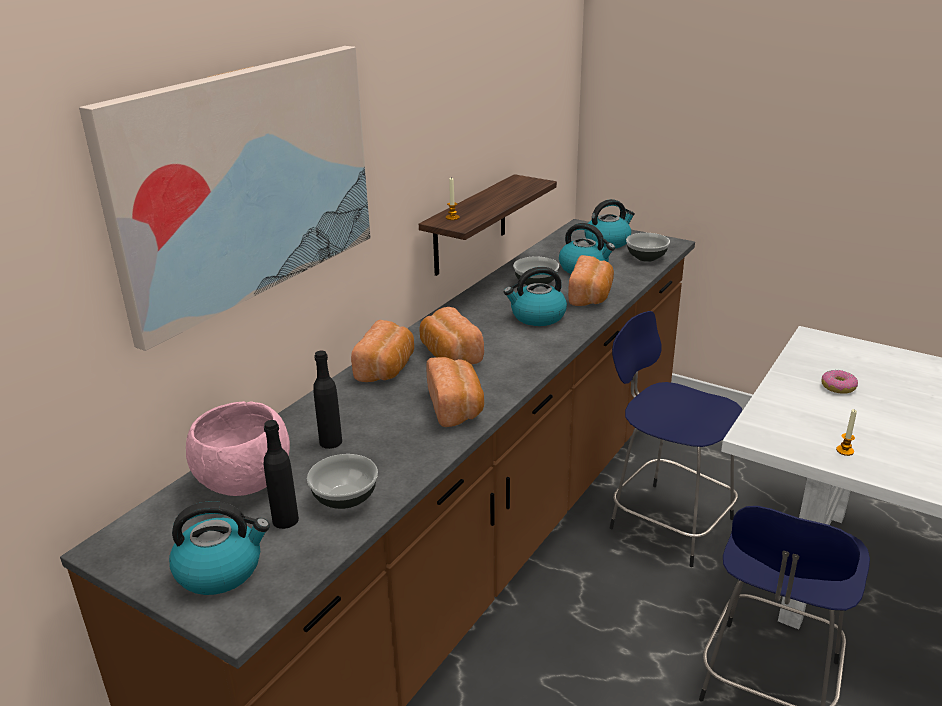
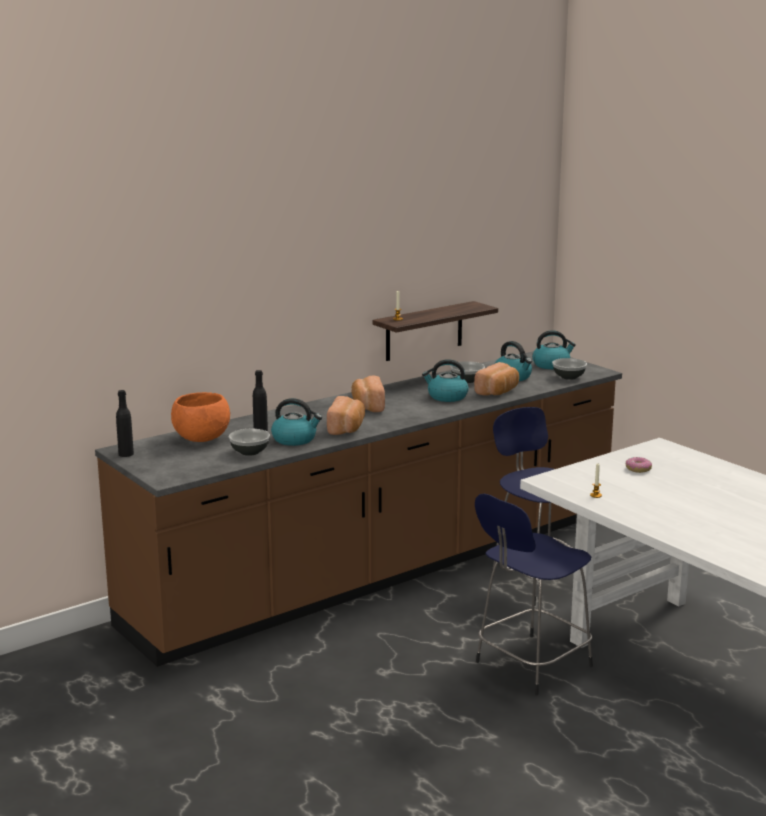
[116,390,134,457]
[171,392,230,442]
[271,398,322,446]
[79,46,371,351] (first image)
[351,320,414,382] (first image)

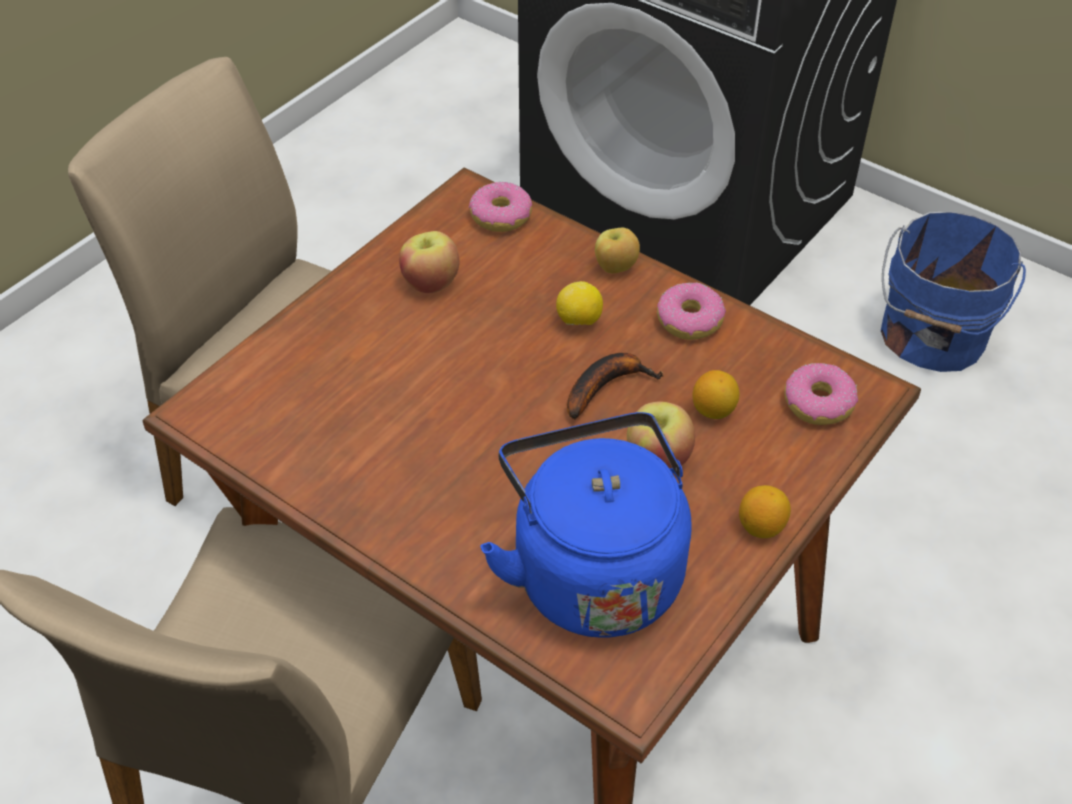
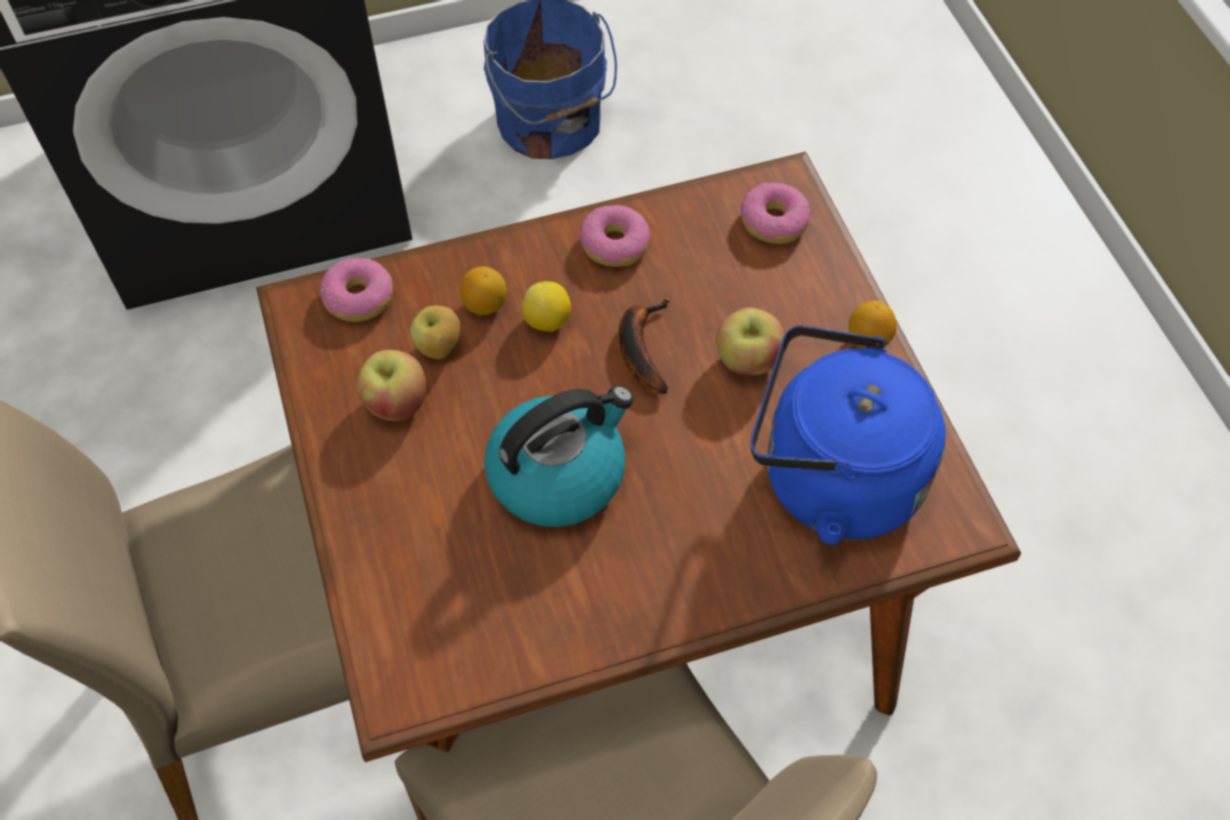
[410,306,461,359]
[460,266,507,315]
[484,385,634,527]

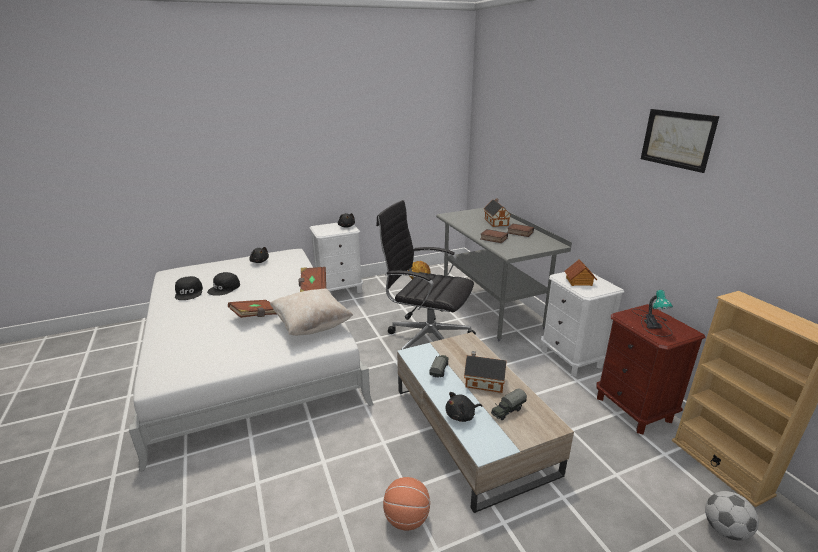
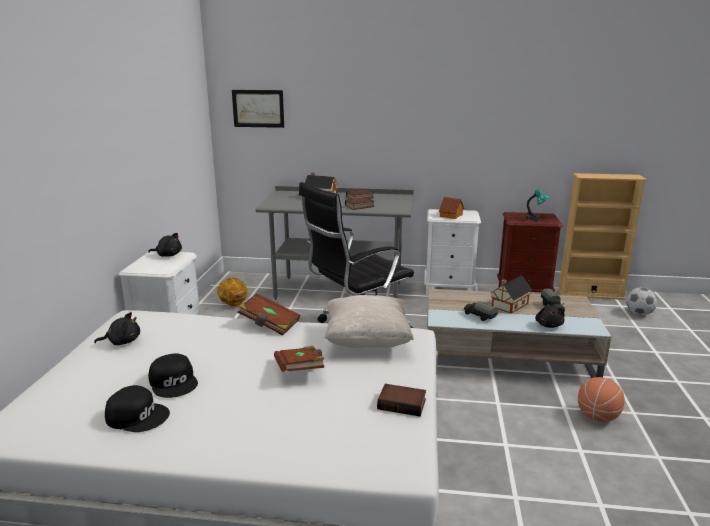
[232,90,284,128]
[377,384,426,417]

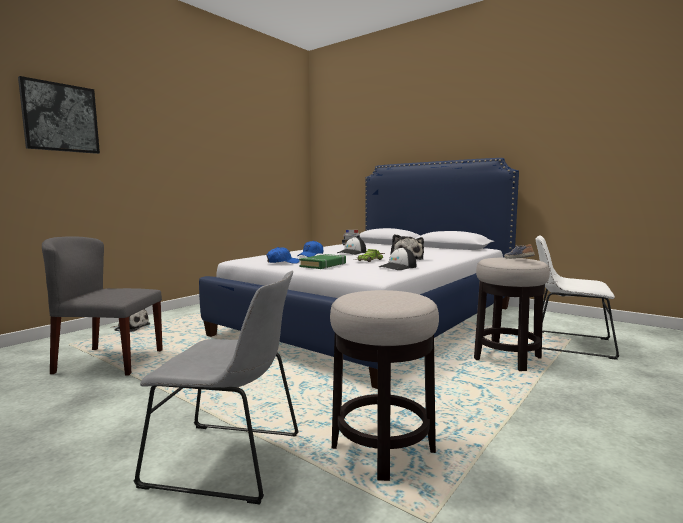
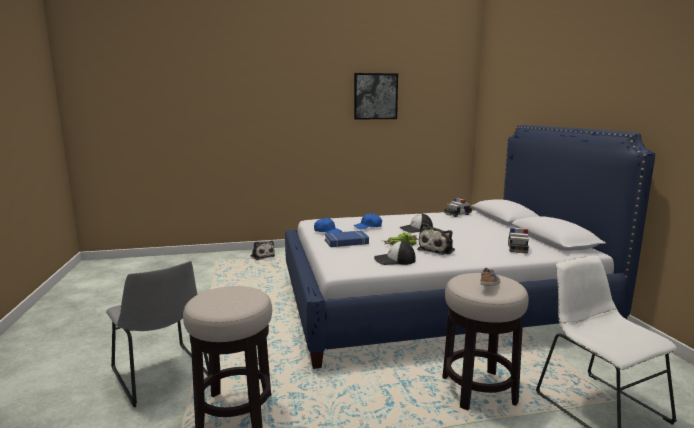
[325,231,369,247]
[354,73,398,120]
[508,228,529,253]
[42,236,163,376] (first image)

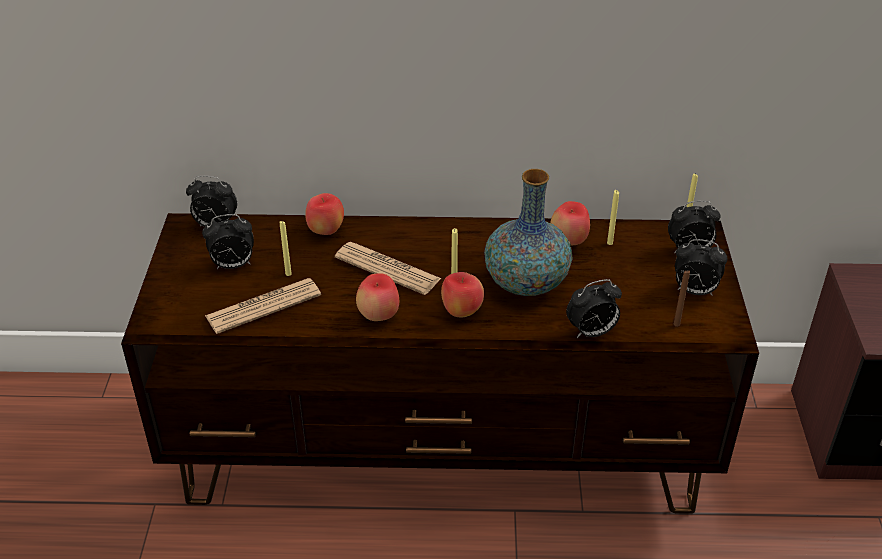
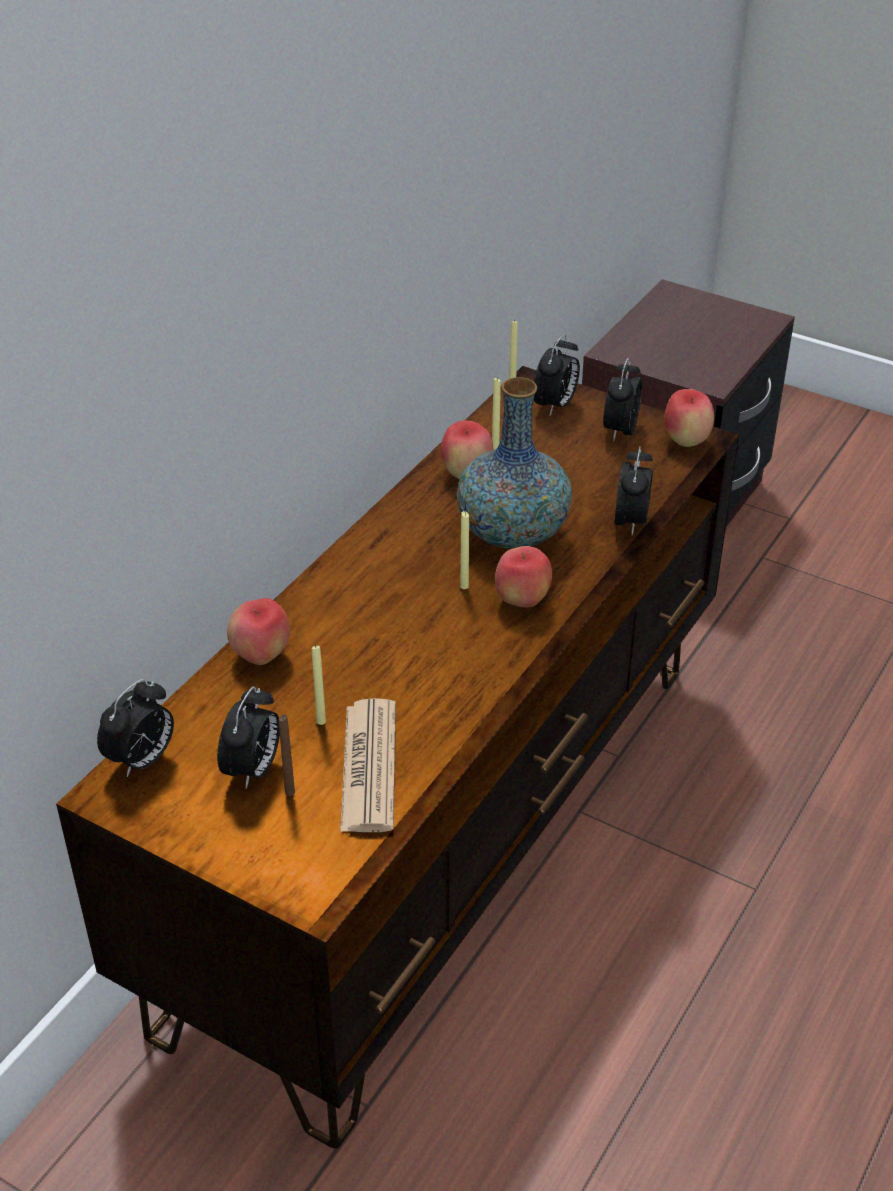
[279,714,295,796]
[603,358,643,442]
[664,389,714,447]
[335,242,442,295] (first image)

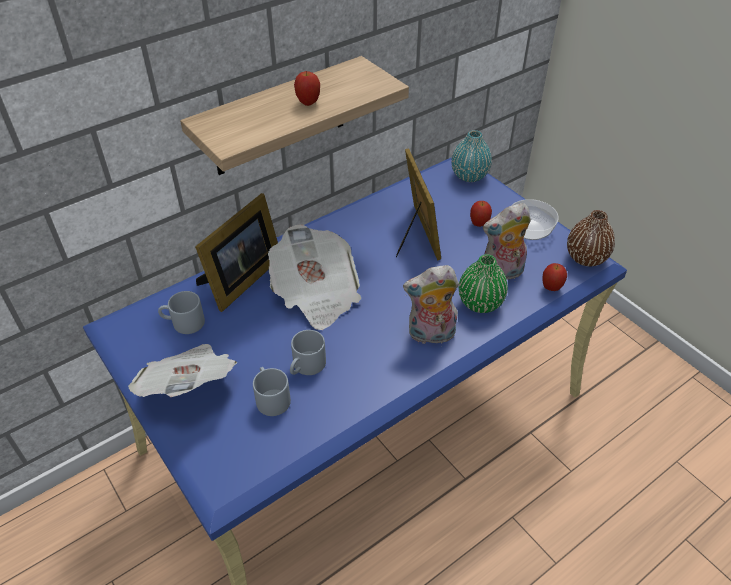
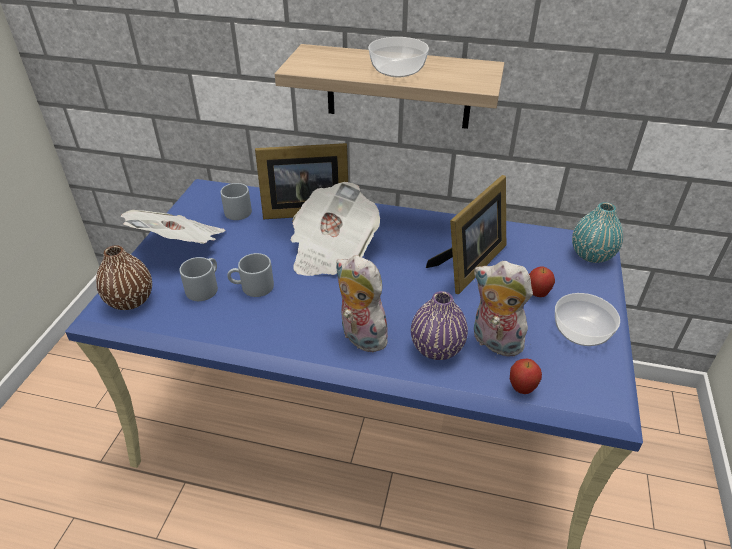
[96,245,152,310]
[368,37,429,78]
[411,291,468,360]

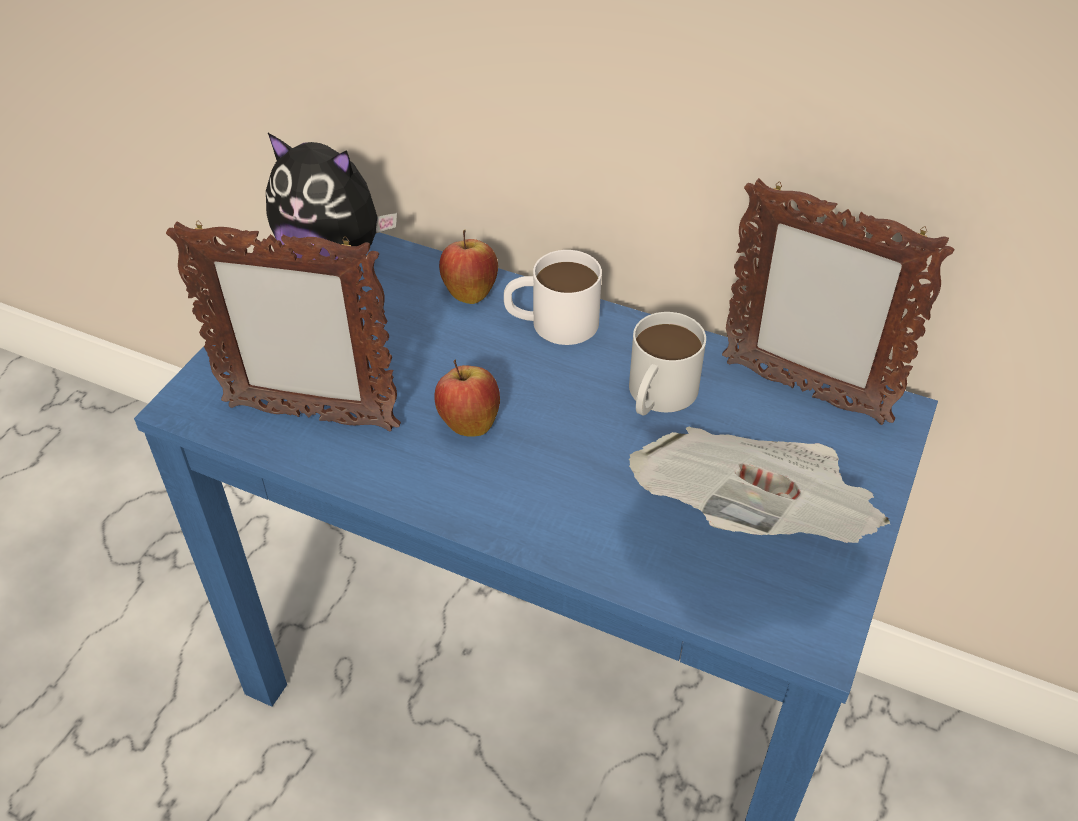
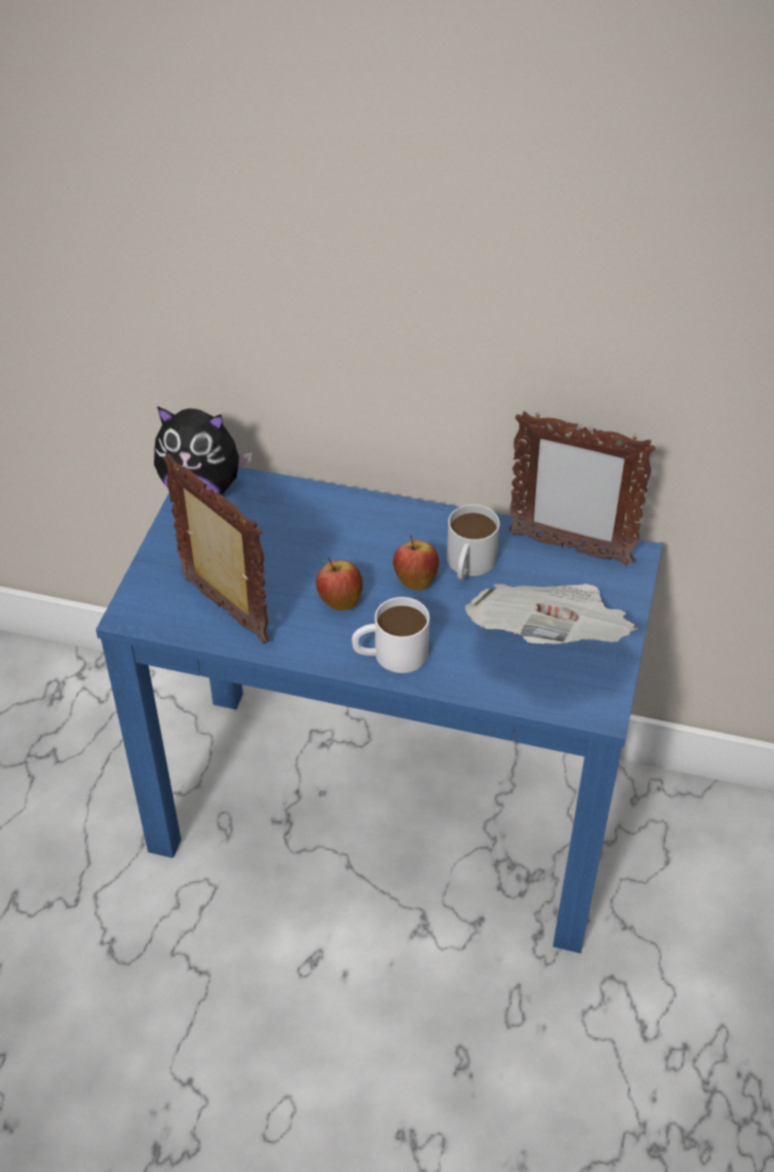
[163,453,270,644]
[352,597,429,673]
[393,535,439,591]

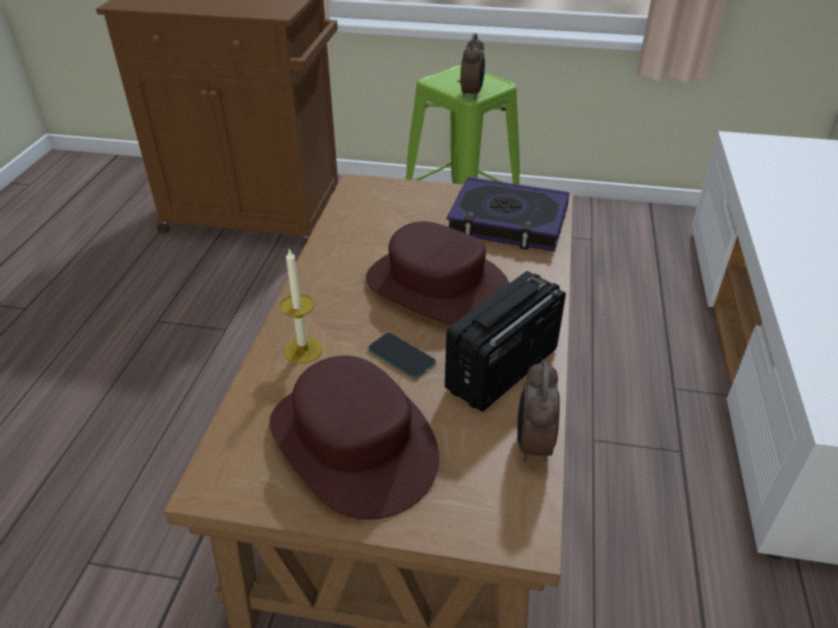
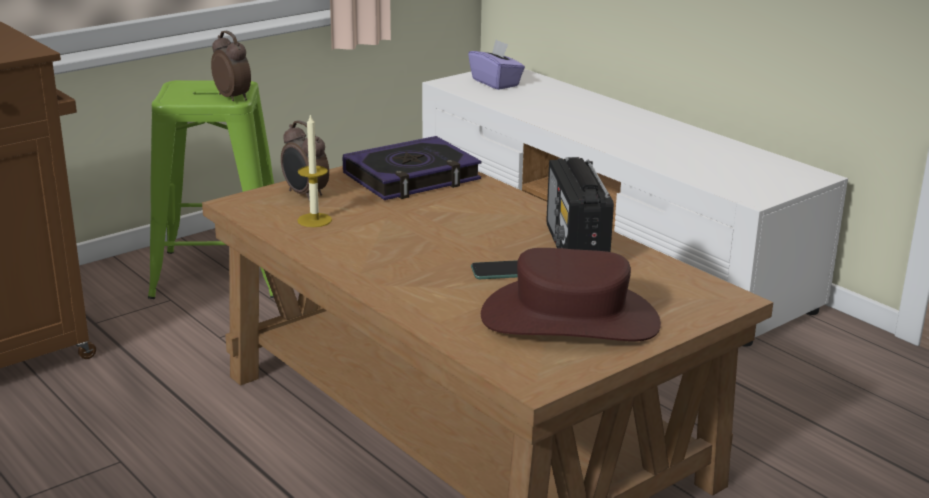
[281,121,329,201]
[297,113,332,227]
[468,39,525,90]
[366,221,509,325] (first image)

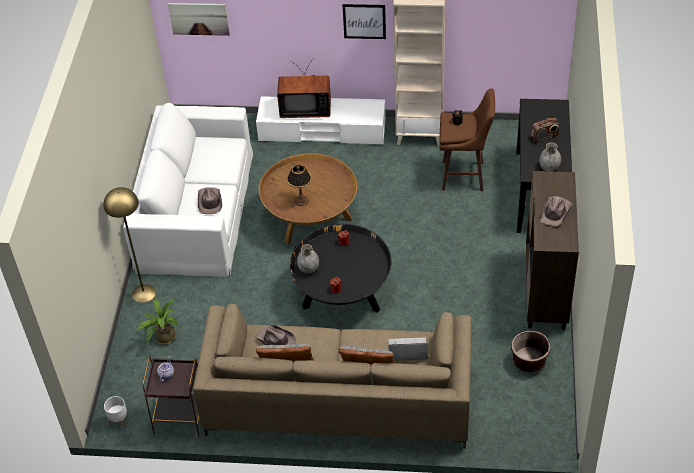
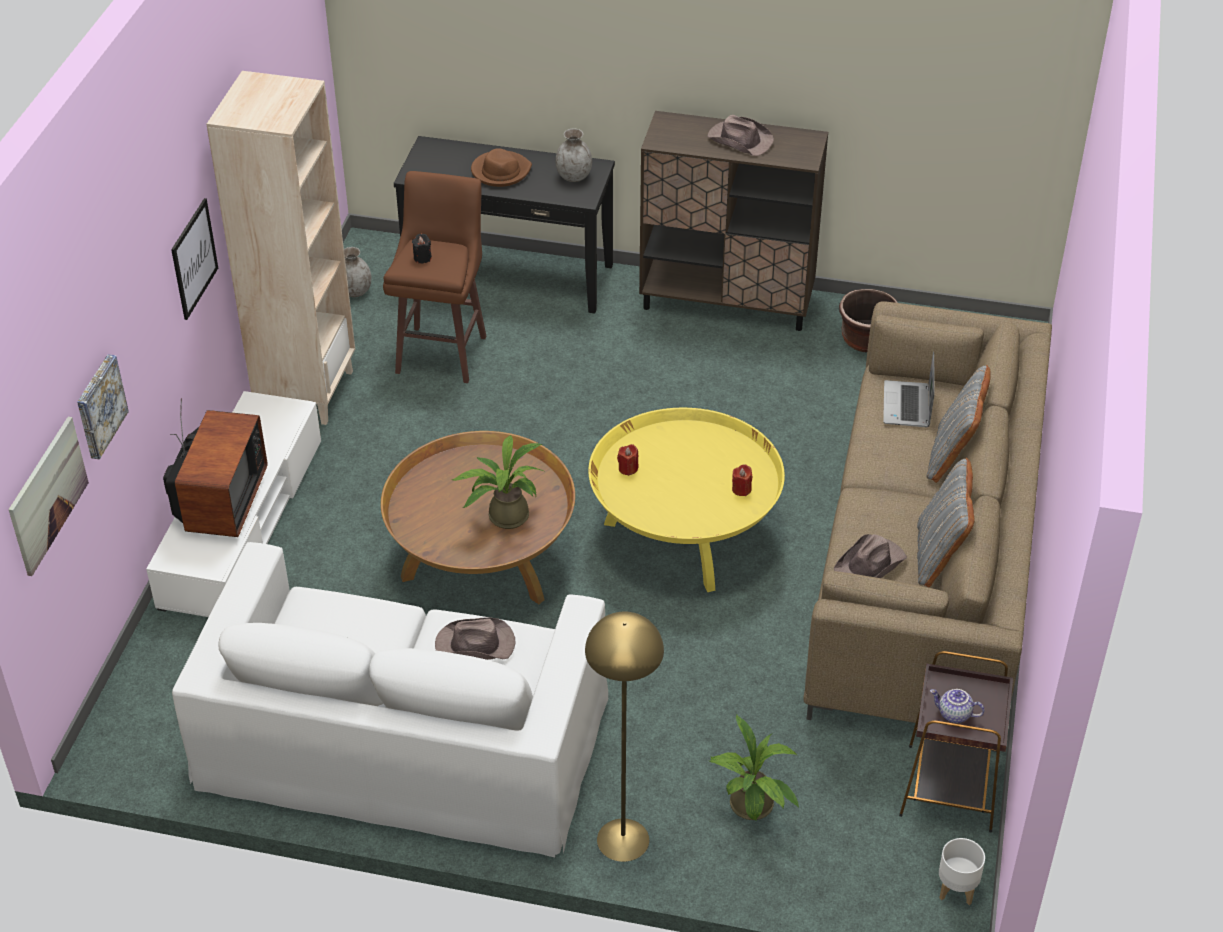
[77,354,129,460]
[344,247,371,297]
[452,435,546,529]
[471,148,532,187]
[588,408,785,592]

